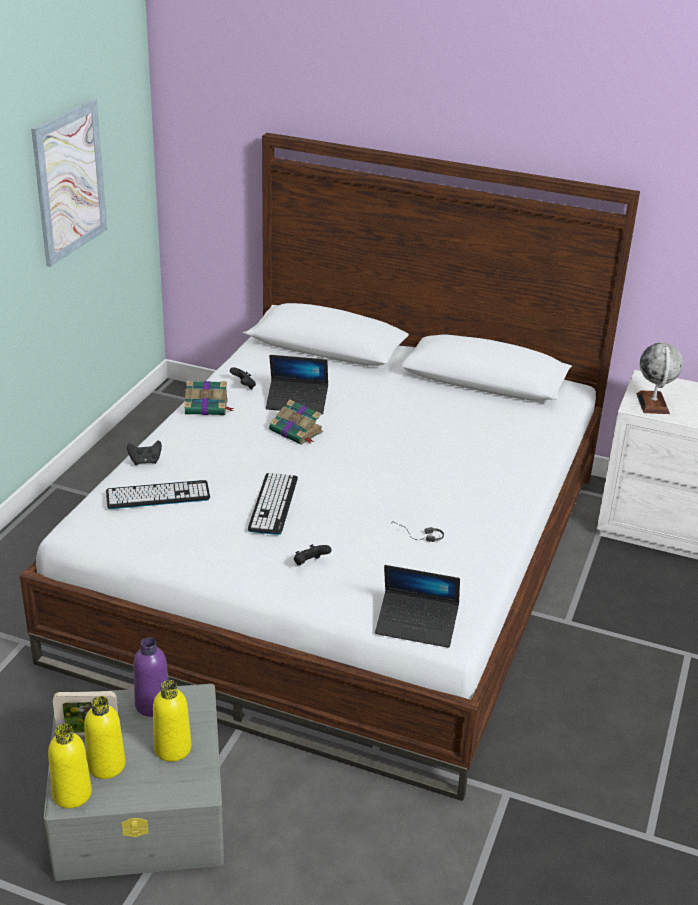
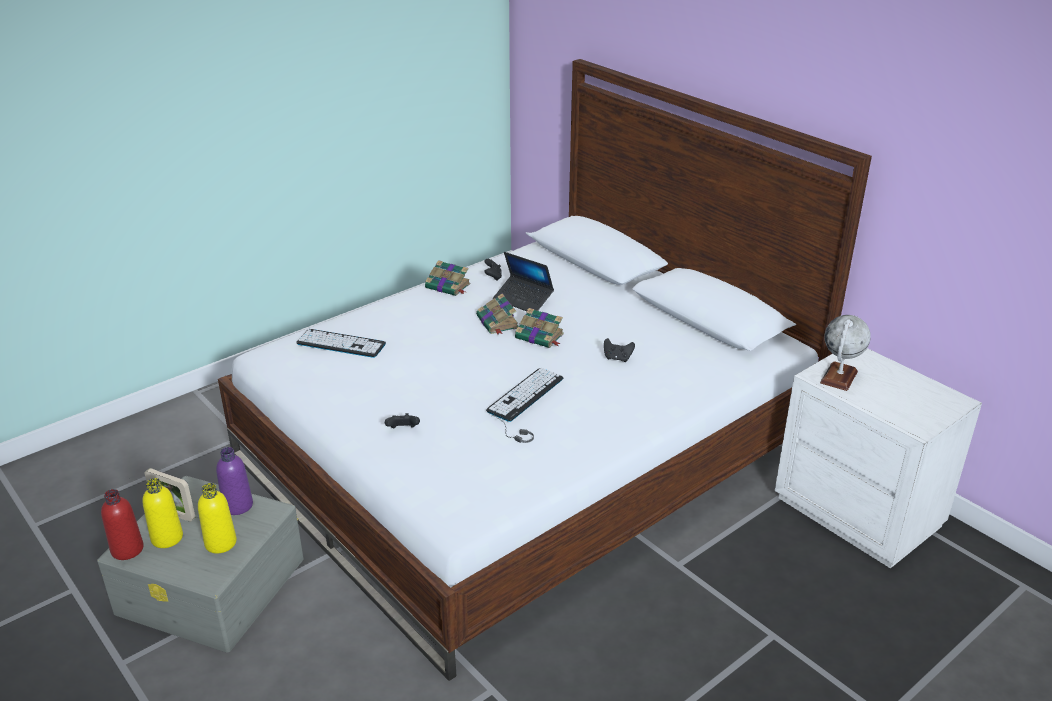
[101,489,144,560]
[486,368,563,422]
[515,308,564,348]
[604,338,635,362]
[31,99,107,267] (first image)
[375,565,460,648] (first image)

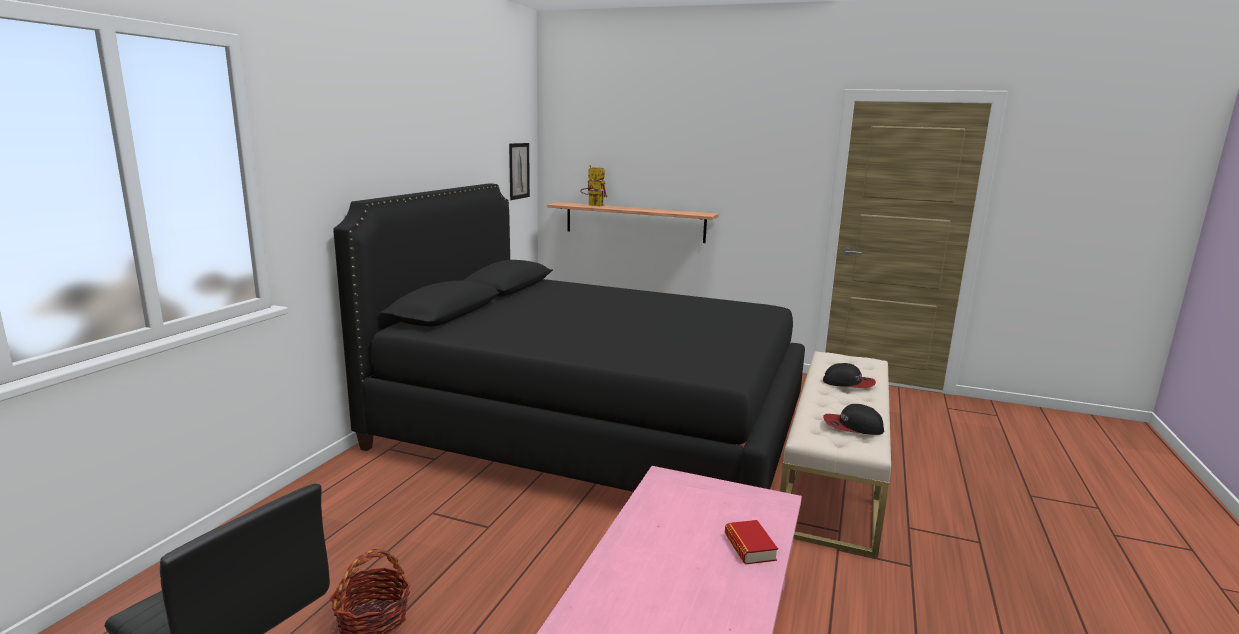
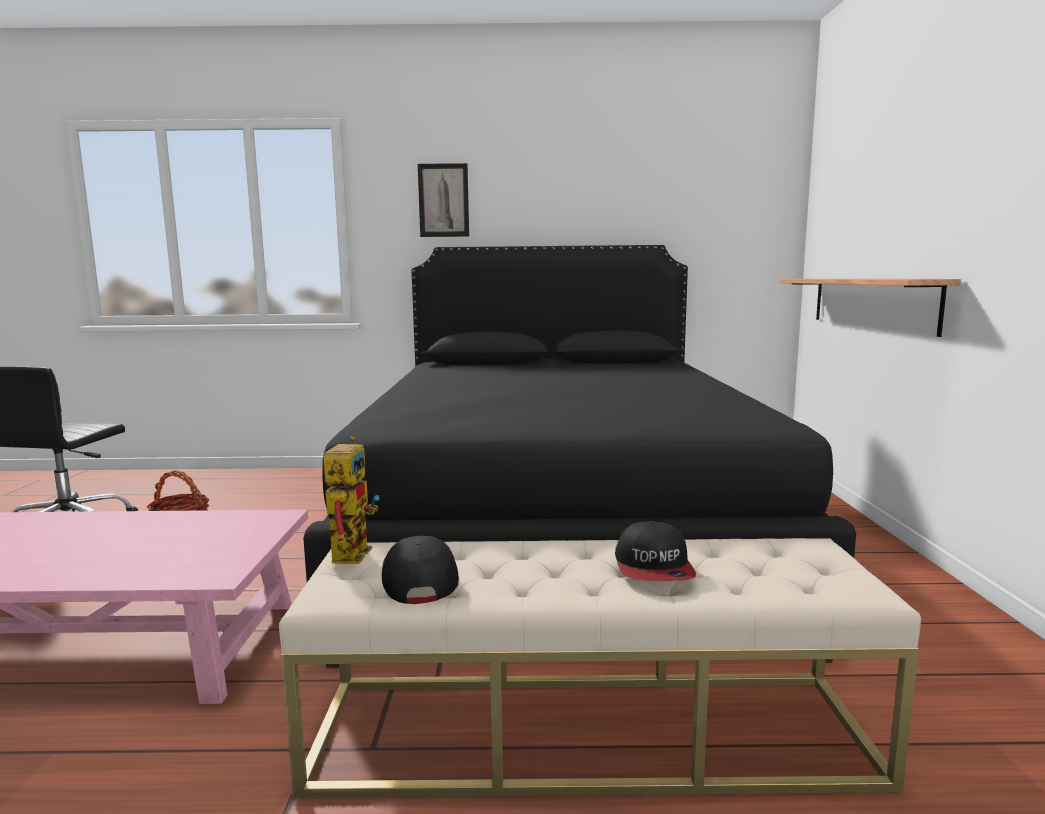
[324,436,379,564]
[418,163,469,237]
[725,520,778,564] (first image)

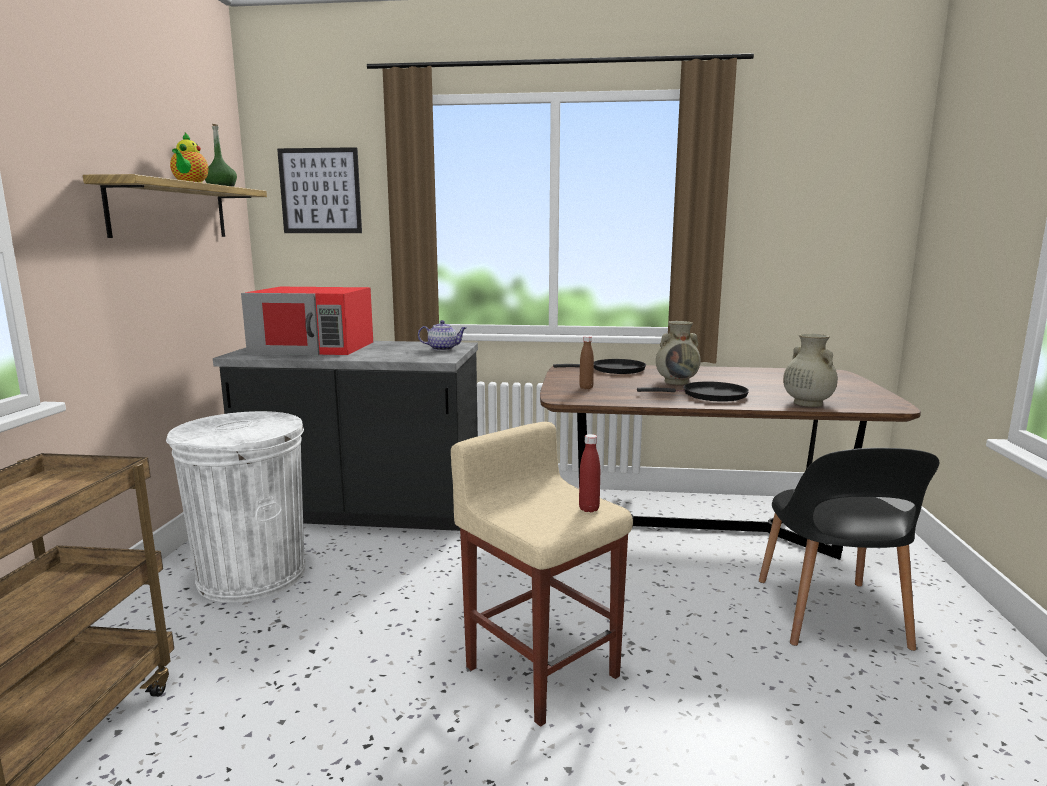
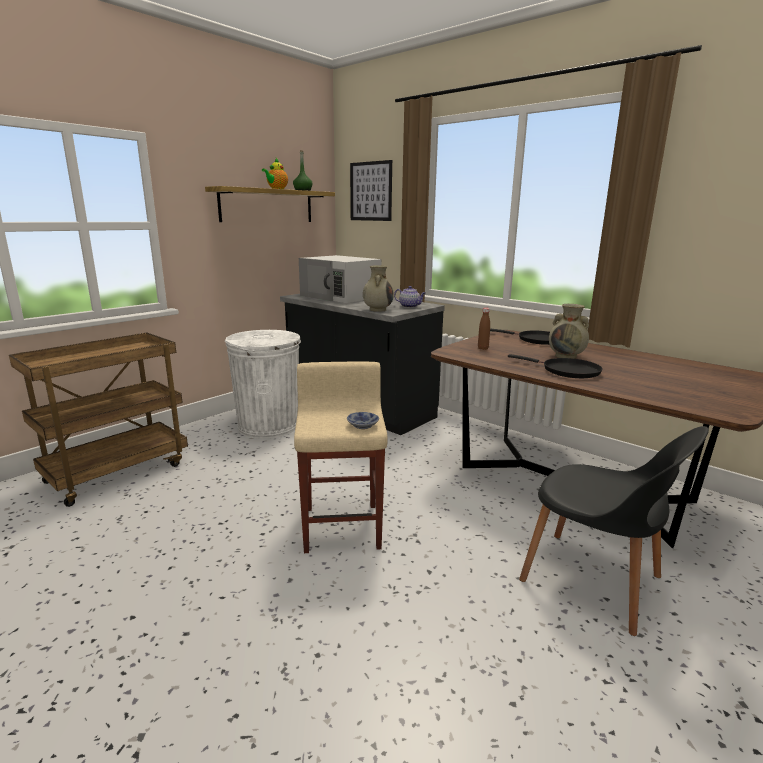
[299,255,382,303]
[347,412,379,429]
[363,266,394,312]
[519,426,709,636]

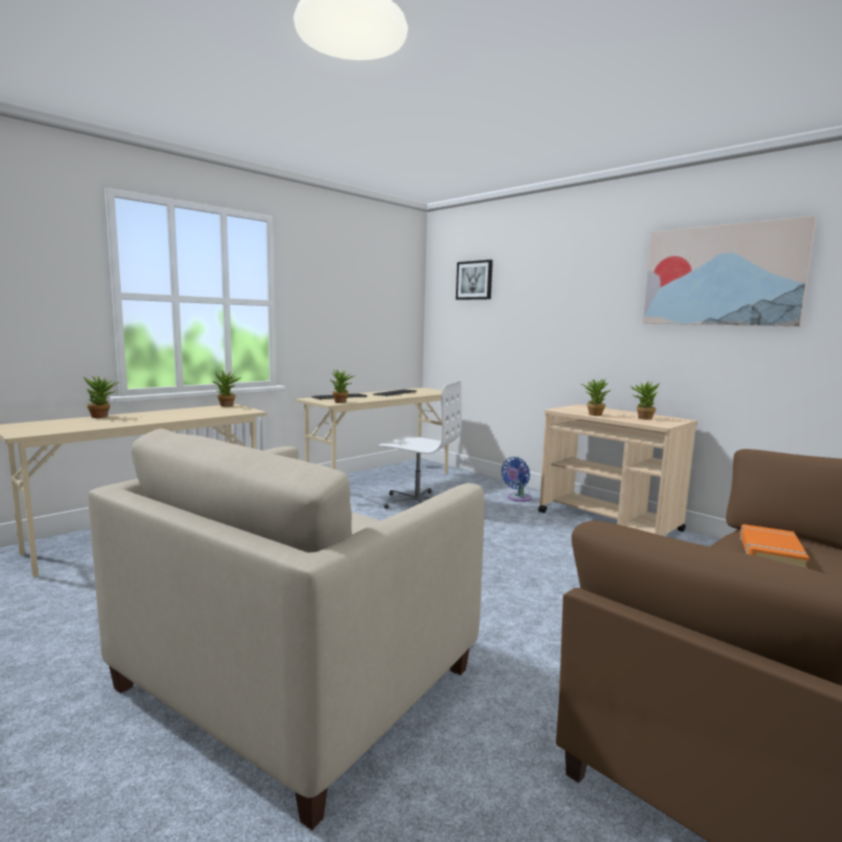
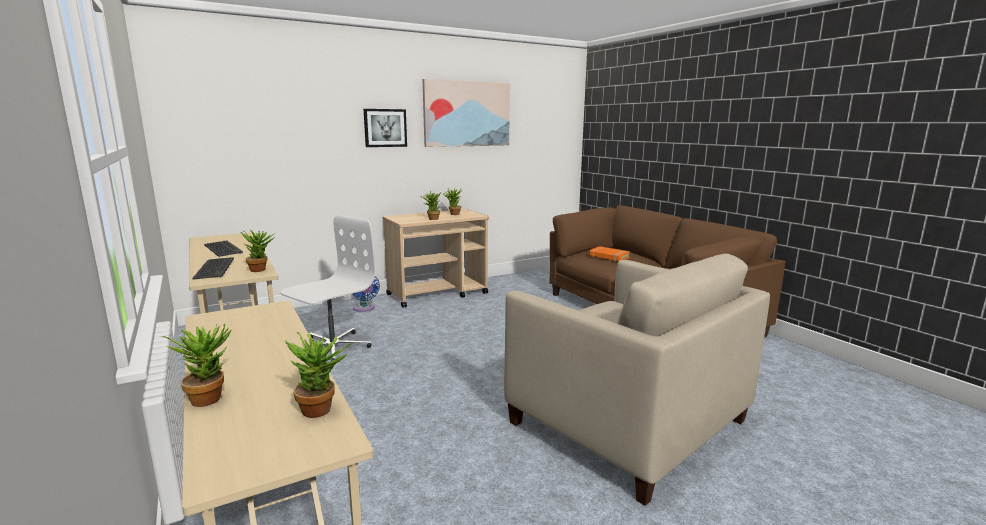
[284,332,353,418]
[364,109,407,147]

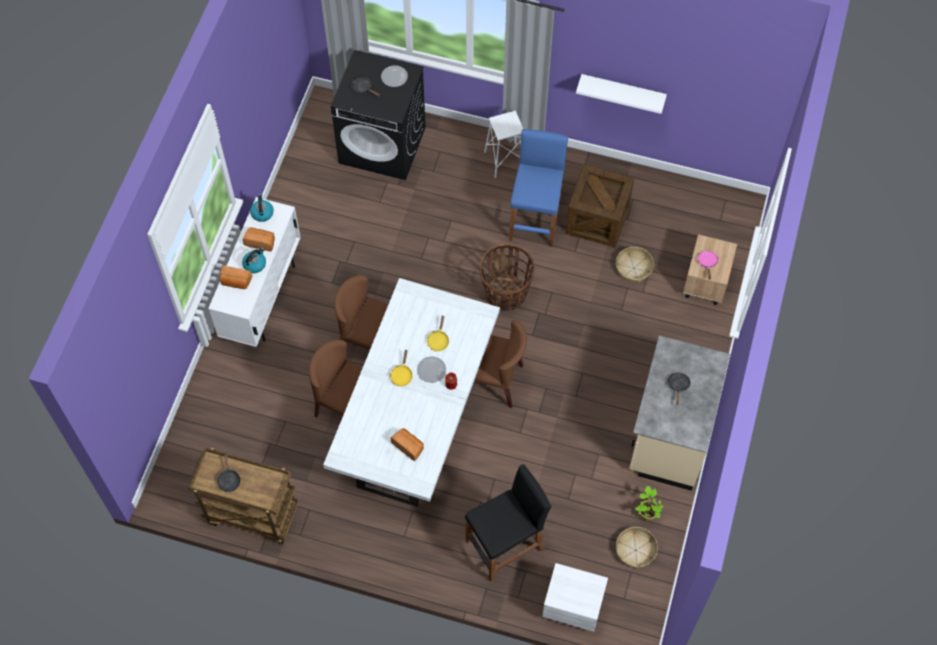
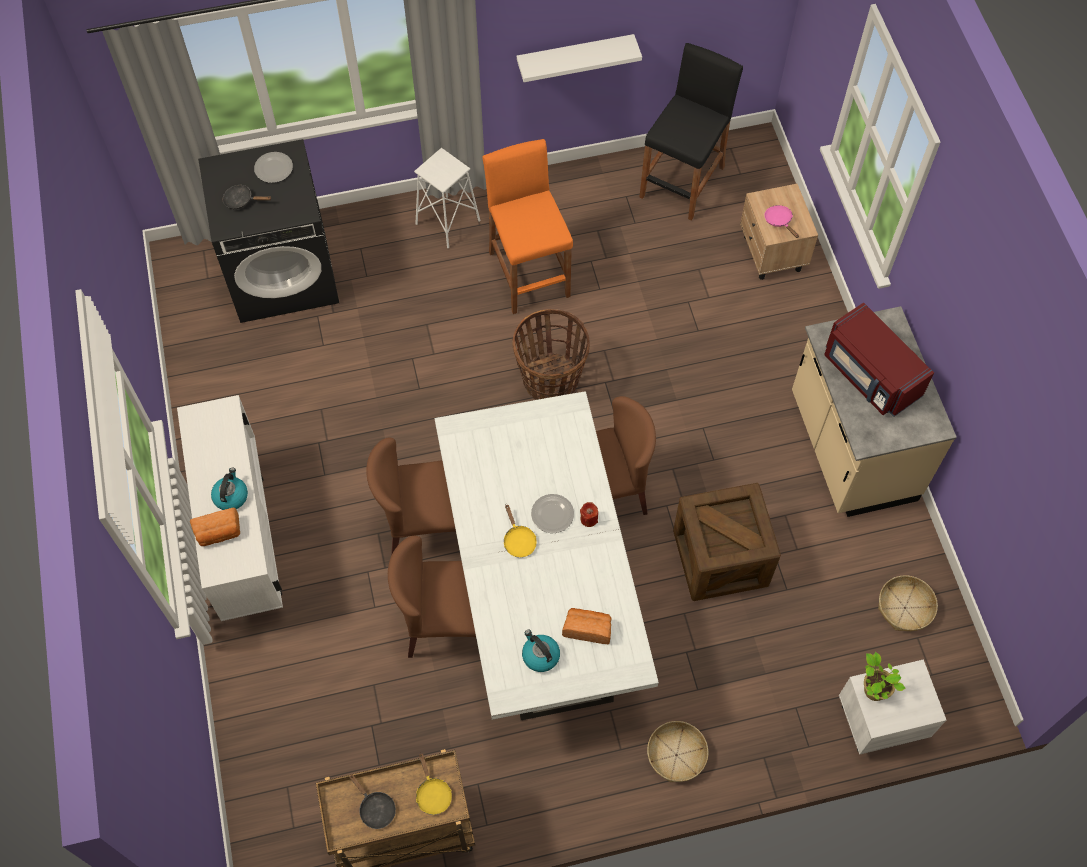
[416,754,452,815]
[483,139,573,314]
[522,630,560,672]
[640,43,743,221]
[647,721,709,782]
[673,483,781,601]
[824,302,934,417]
[864,652,905,701]
[242,227,275,251] (first image)

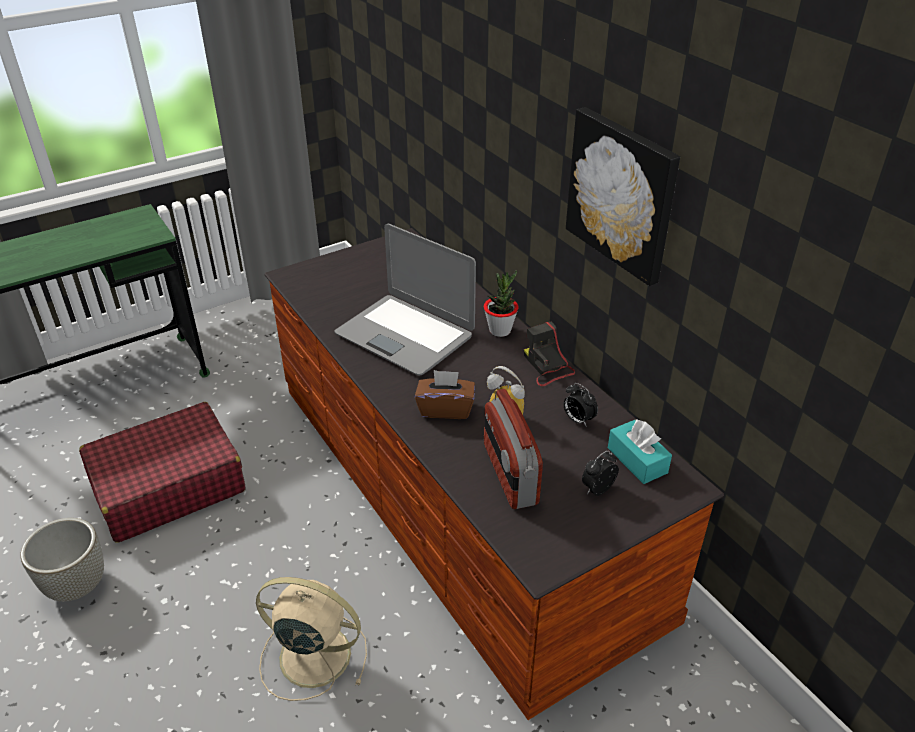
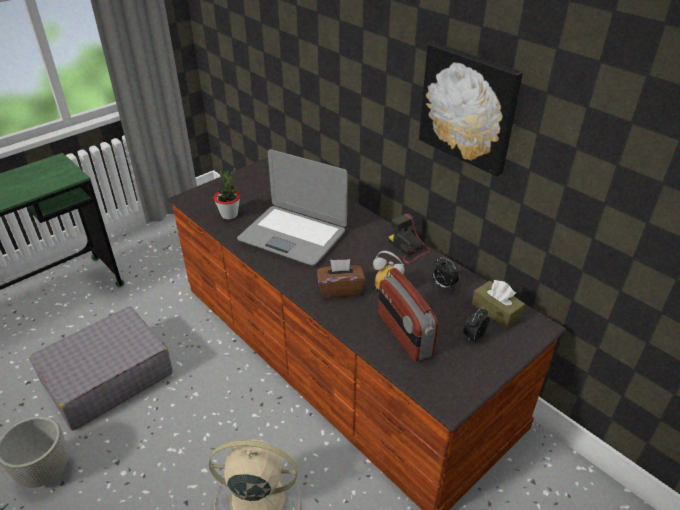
[30,306,173,430]
[214,168,240,219]
[472,280,526,329]

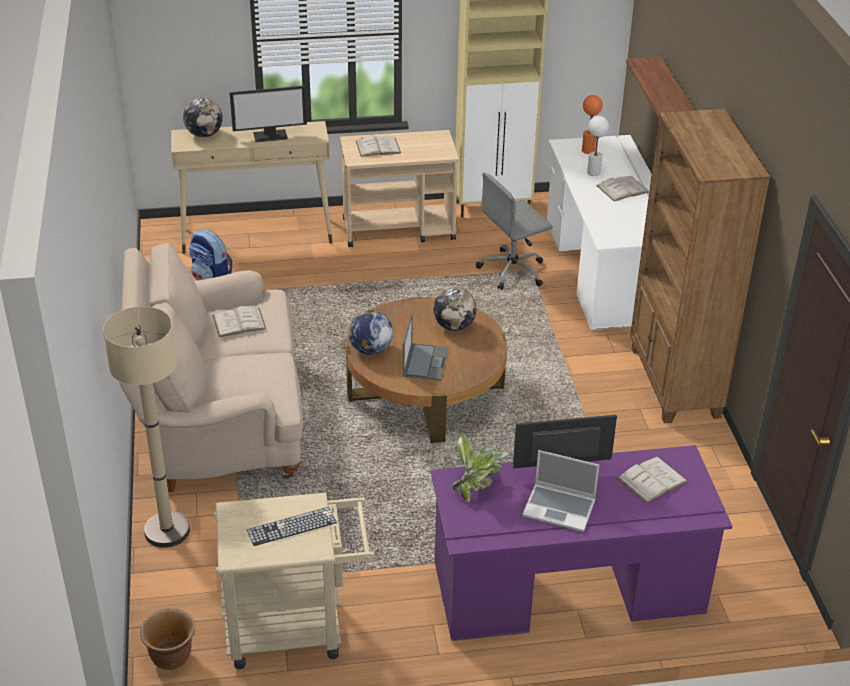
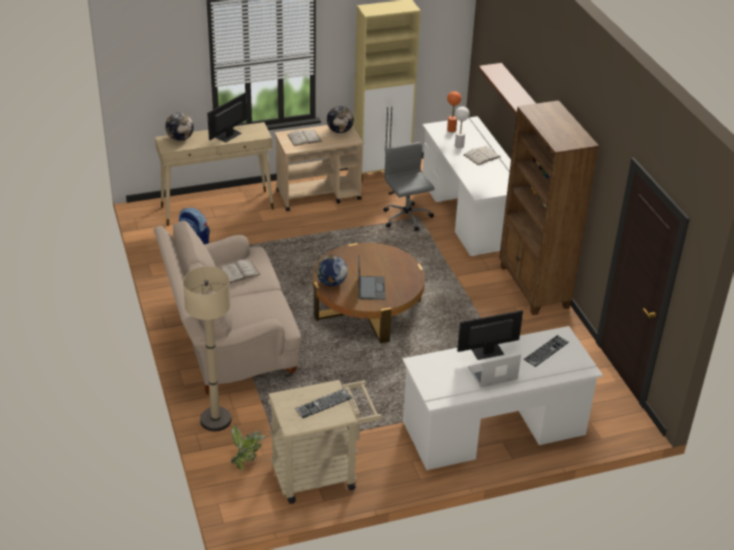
[207,93,247,143]
[231,424,266,471]
[327,106,354,133]
[383,142,435,231]
[402,326,603,470]
[468,354,521,388]
[524,335,569,367]
[140,608,195,670] (first image)

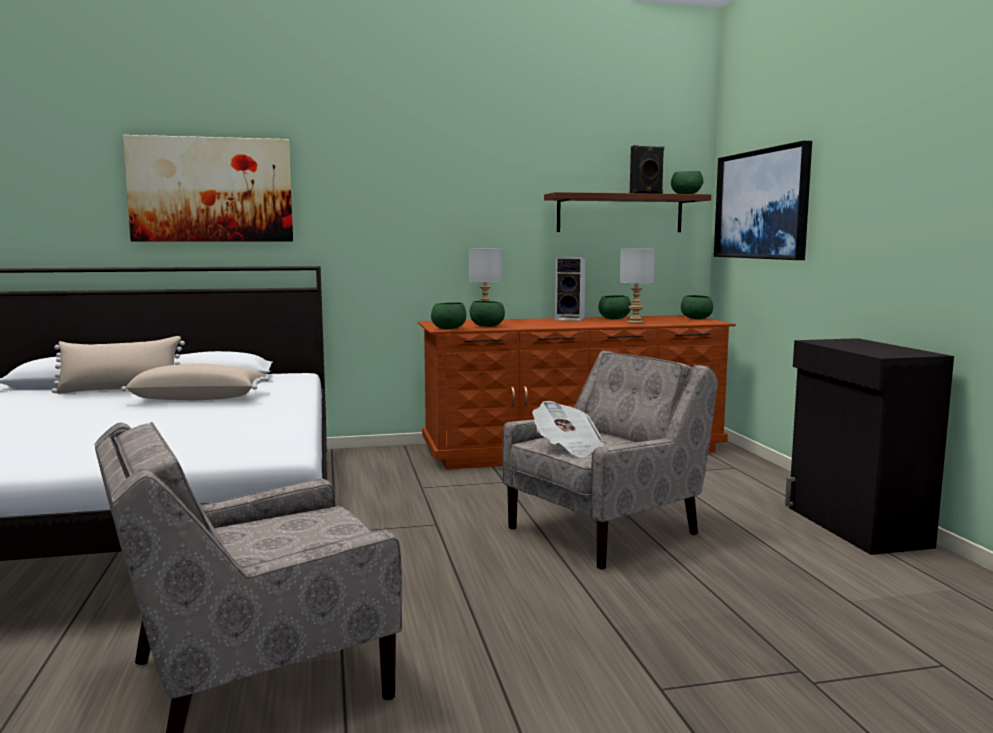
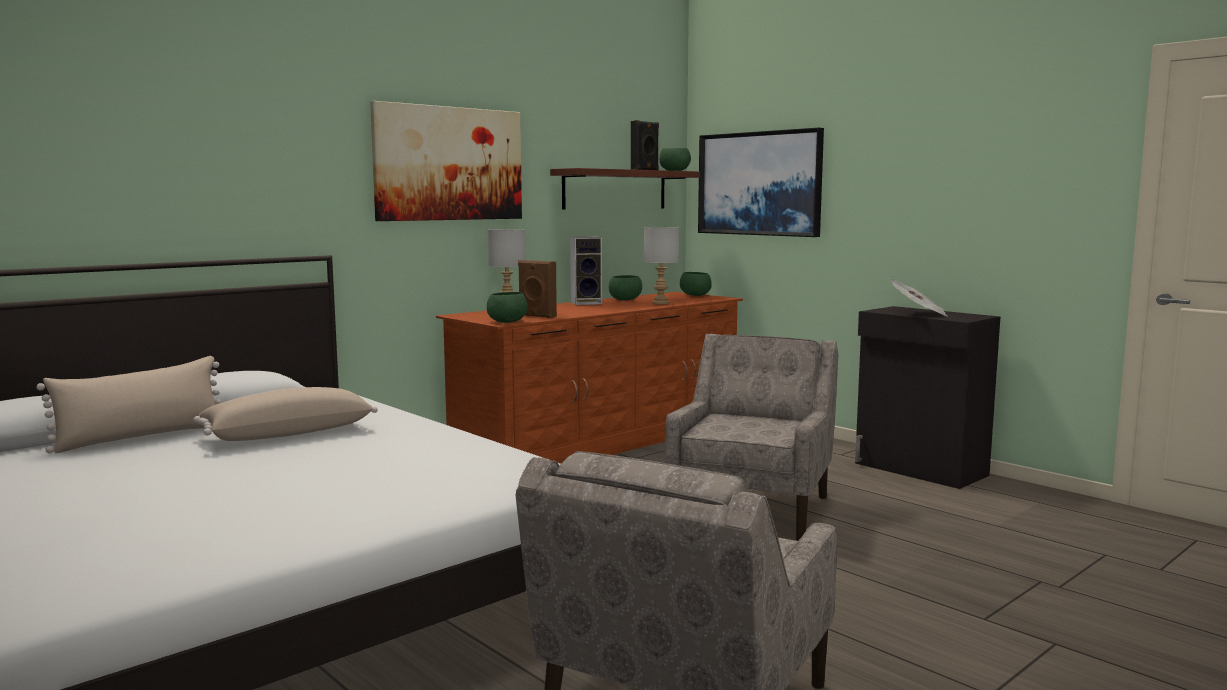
[370,101,522,221]
[518,260,557,318]
[888,278,948,317]

